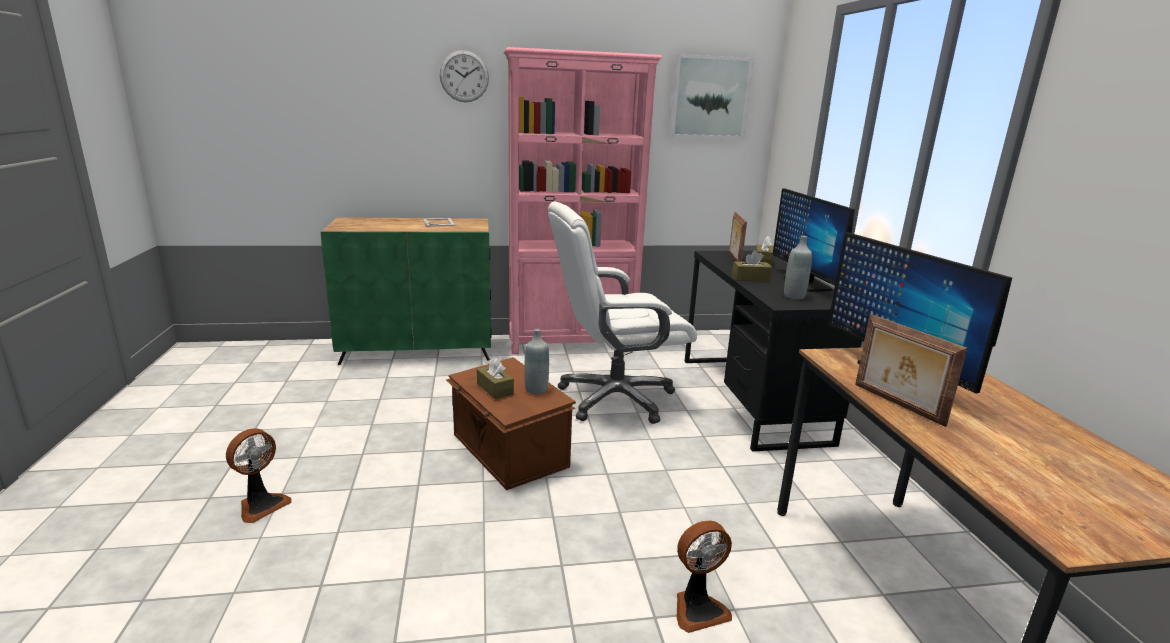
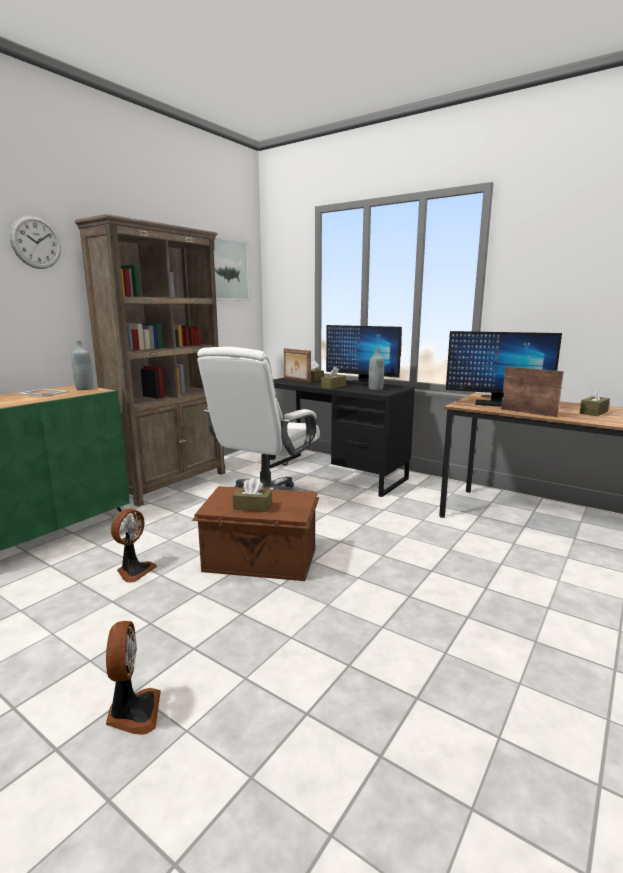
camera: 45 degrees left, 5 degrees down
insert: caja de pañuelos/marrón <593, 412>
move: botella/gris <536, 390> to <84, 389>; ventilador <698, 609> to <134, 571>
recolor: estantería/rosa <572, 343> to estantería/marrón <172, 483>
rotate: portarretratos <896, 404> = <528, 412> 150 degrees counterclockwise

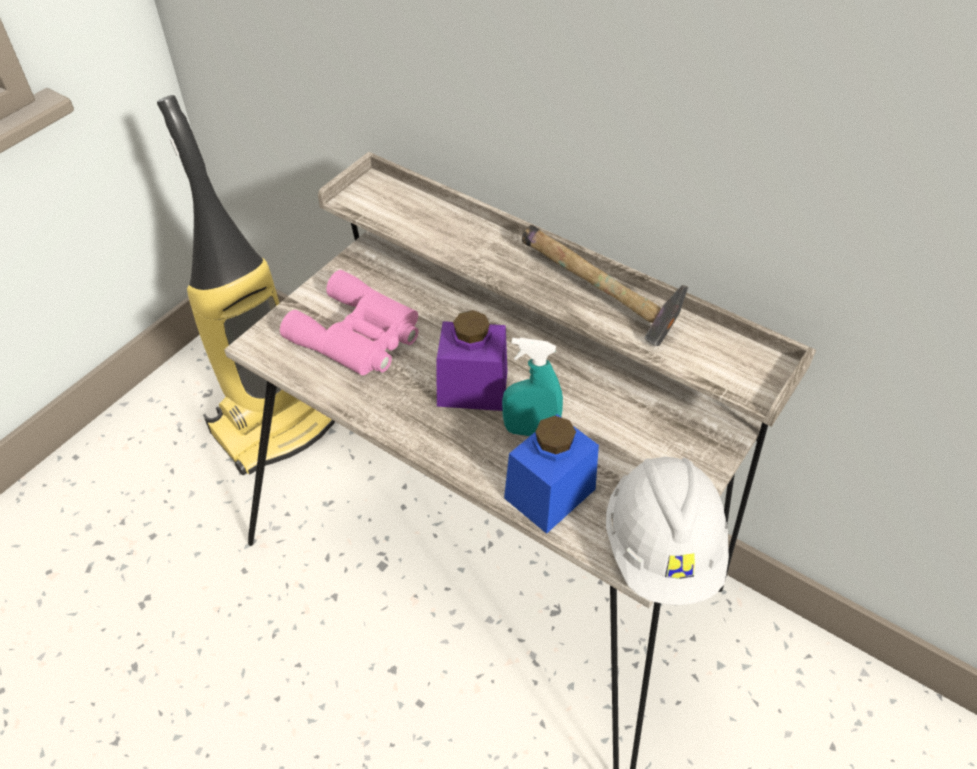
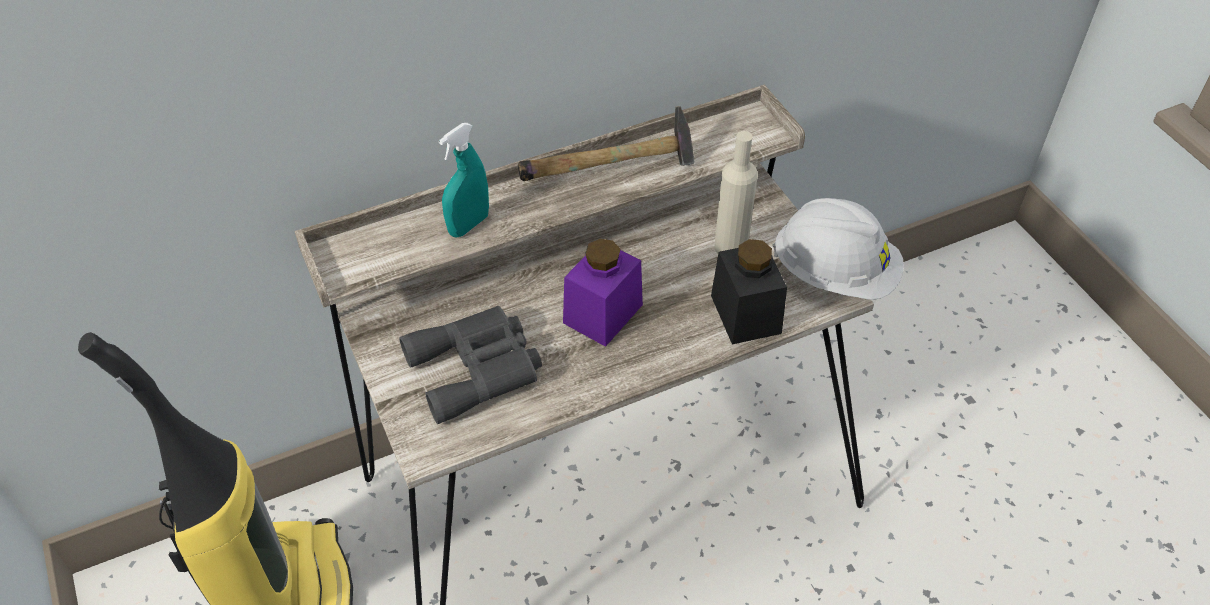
camera: 60 degrees left, 0 degrees up
insert: botella/beis <730, 246>
move: pulverizador/turquesa <530, 431> to <468, 225>
recolor: prismáticos/rosa <358, 336> to prismáticos/gris <478, 368>; tarro/azul <549, 493> to tarro/negro <745, 314>

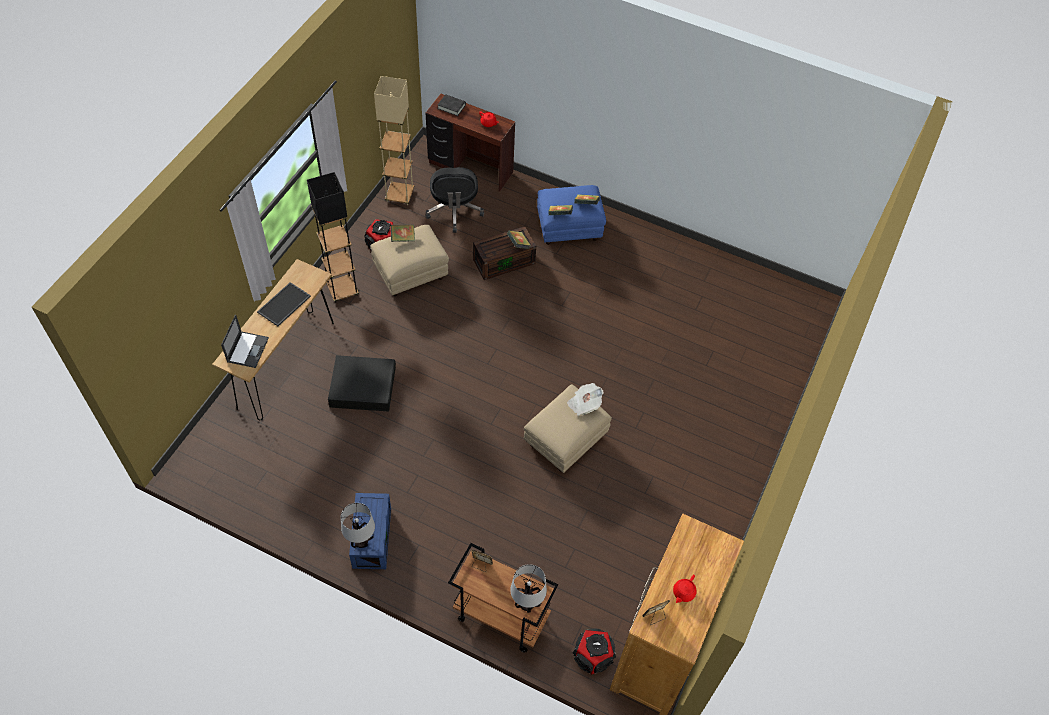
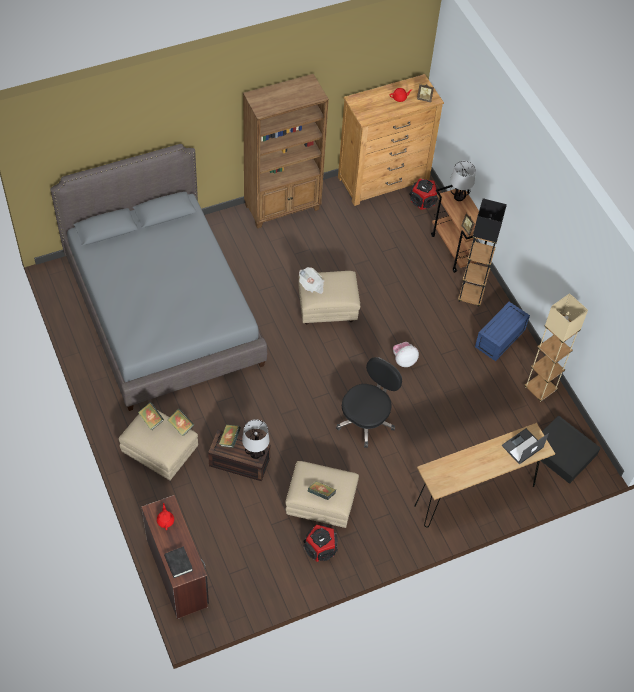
camera: 140 degrees left, 0 degrees up
delete: bandeja <284, 305>
insert: cama/gris <163, 311>; estantería/marrón <283, 207>; peluche <404, 360>
move: lámpara de mesa <361, 541> to <255, 454>; silla de oficina/negro <454, 211> to <366, 420>; lámpara de pie/negro <342, 290> to <470, 296>; lámpara de pie/beis <400, 195> to <540, 389>; caja de almacenaje/negro <363, 387> to <562, 452>
recolor: puf/azul <569, 228> to puf/beis <159, 453>

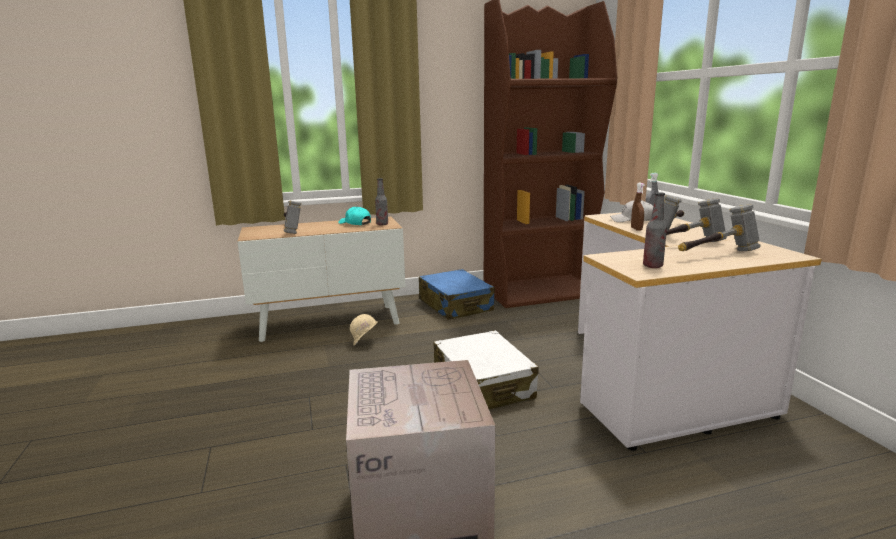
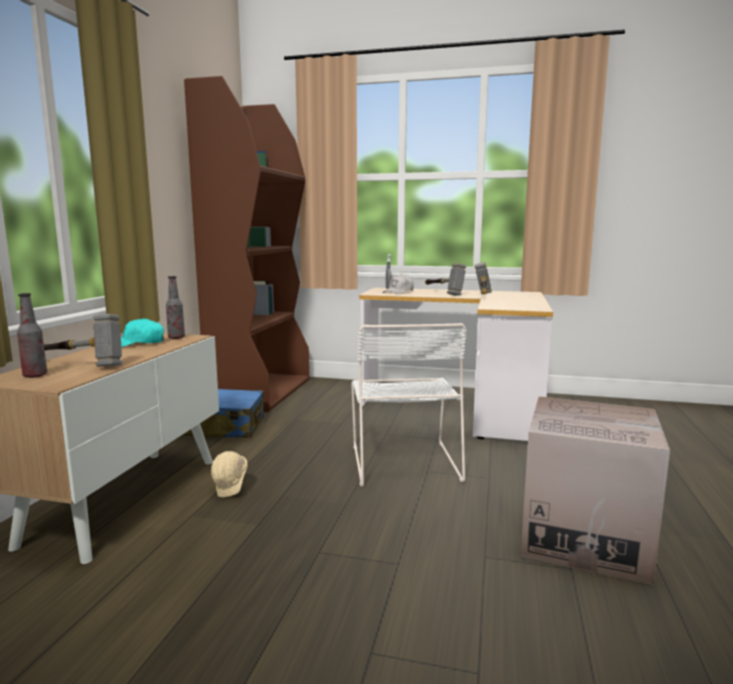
camera: 60 degrees left, 5 degrees down
delete: pulverizador/marrón <636, 229>; martillo <717, 254>
move: botella <652, 266> to <35, 375>
replace: maleta/blanco <483, 385> to silla/blanco <404, 461>

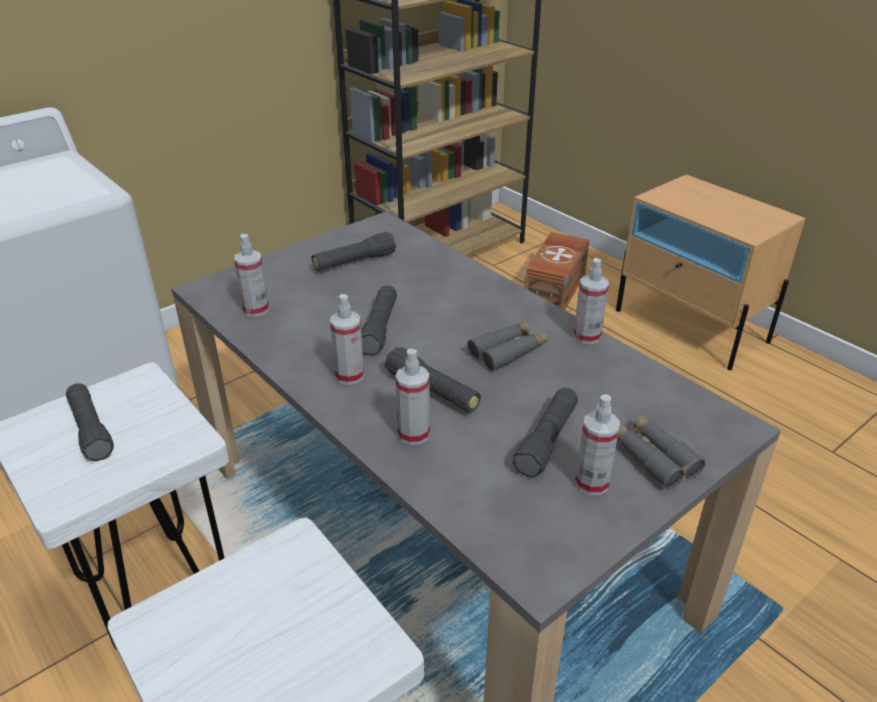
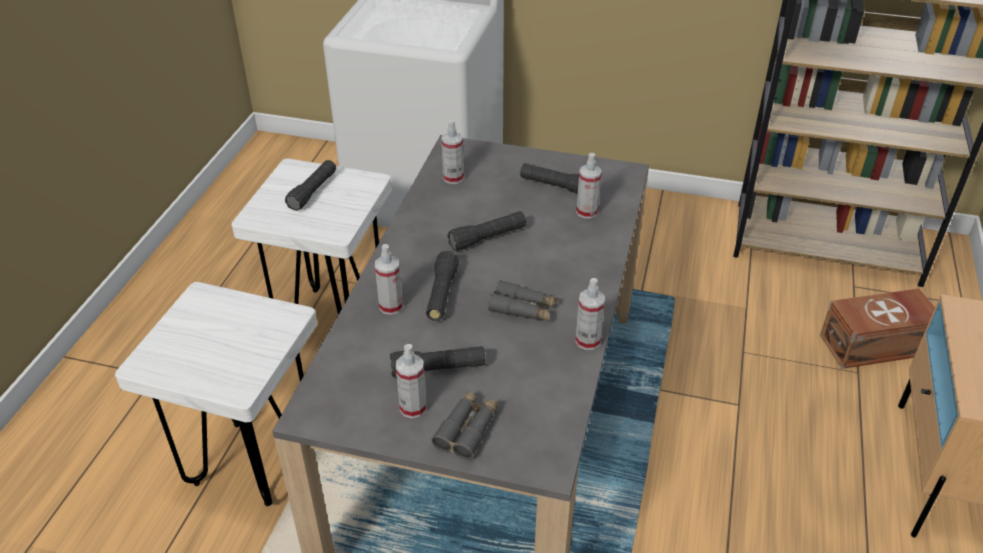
camera: 55 degrees right, 5 degrees up
move: pulverizador <349, 375> to <587, 212>

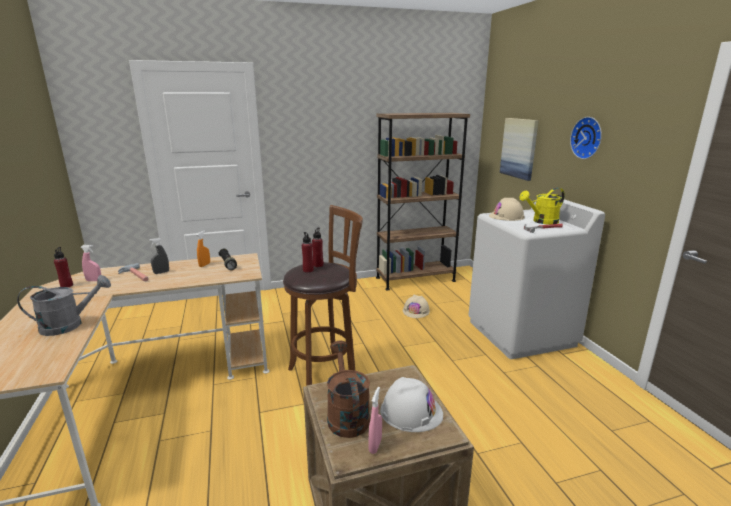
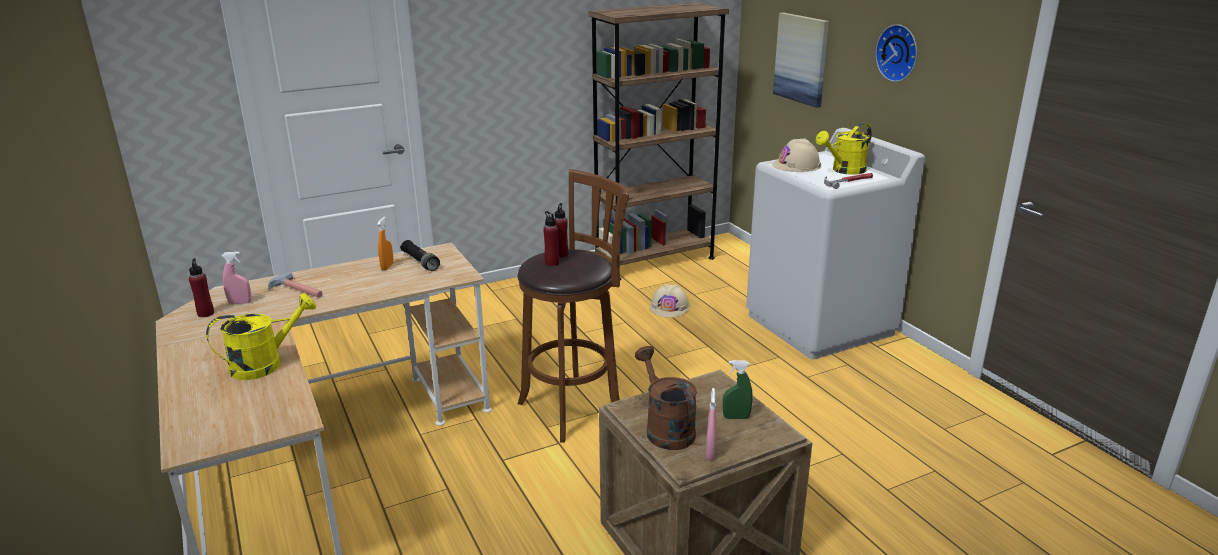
camera: 10 degrees left, 5 degrees up
delete: pulverizador/gris <161, 272>
replace: casco/blanco <411, 411> to pulverizador/verde <736, 417>
recolor: regadera/gris <69, 325> to regadera/amarillo <265, 364>

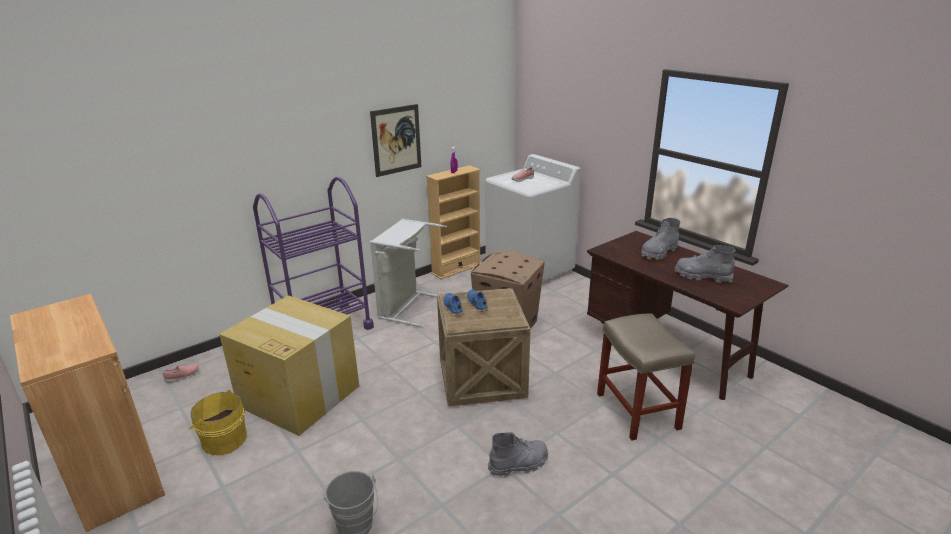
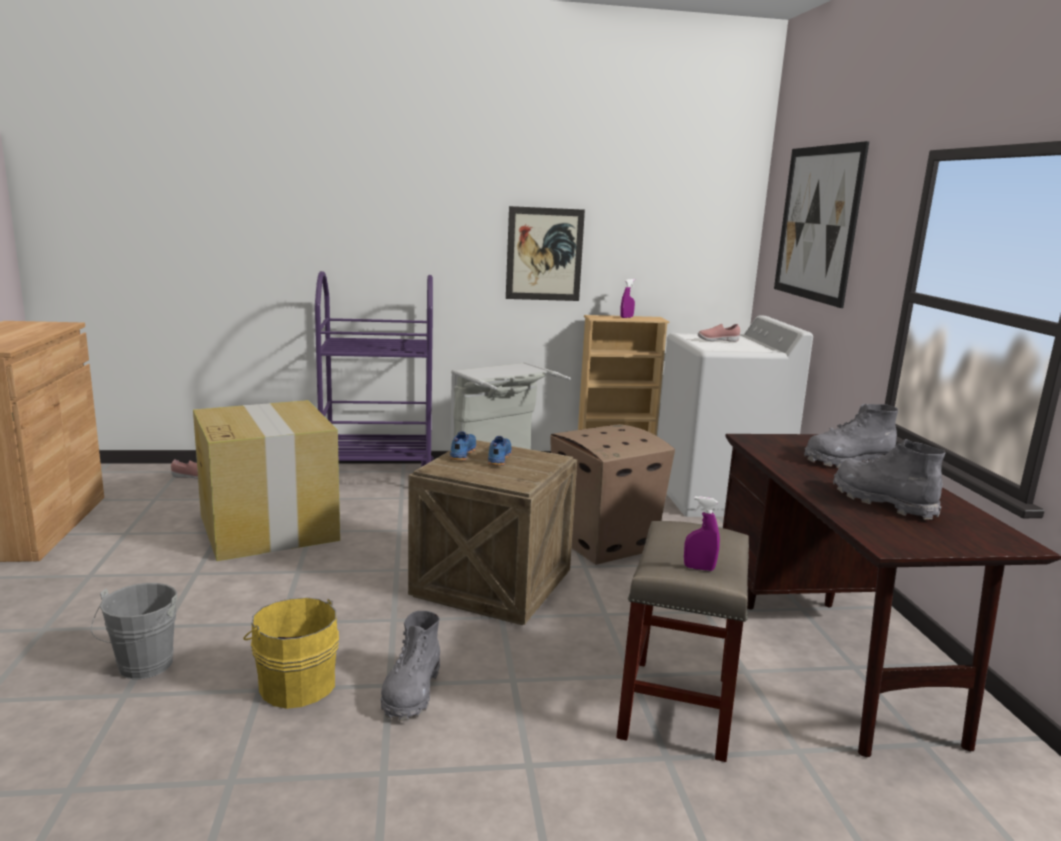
camera: 30 degrees right, 10 degrees down
insert: pulverizador/morado <699, 568>; cuadro <817, 223>
move: cubo/amarillo <223, 440> to <296, 683>
rotate: bota/gris <519, 464> = <412, 692> 90 degrees clockwise

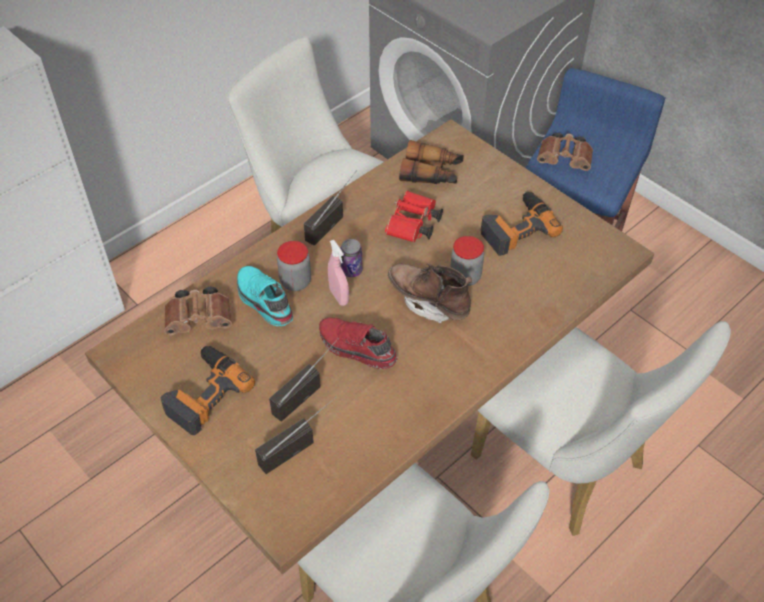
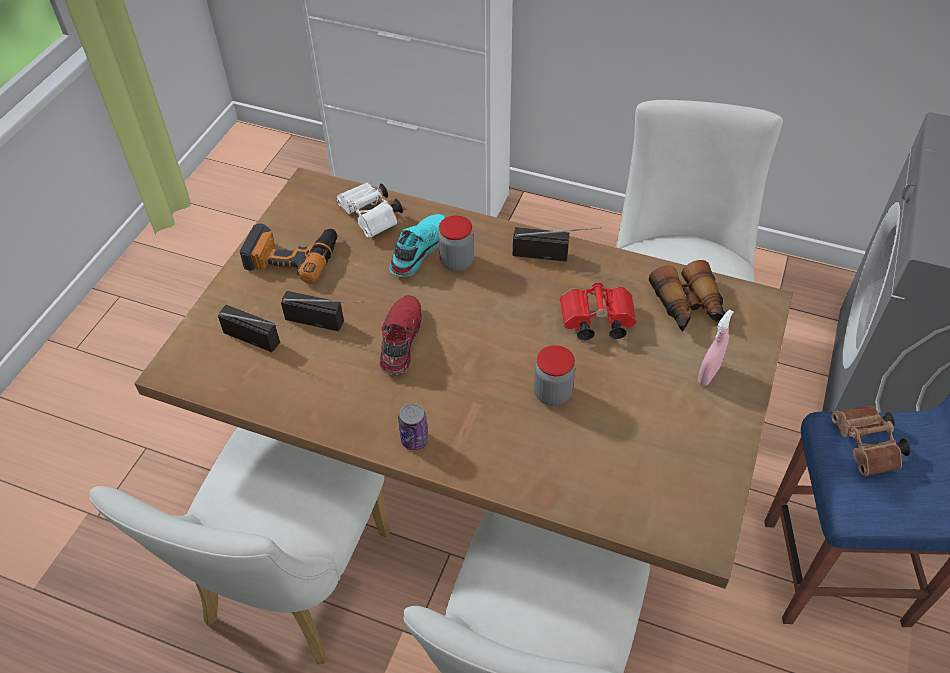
camera: 65 degrees right, 0 degrees up
delete: bota/marrón <428, 301>; taladro <516, 227>
move: lata <351, 270> to <414, 440>; pulverizador/rosa <339, 296> to <708, 375>
recolor: prismáticos/marrón <201, 319> to prismáticos/blanco <372, 218>

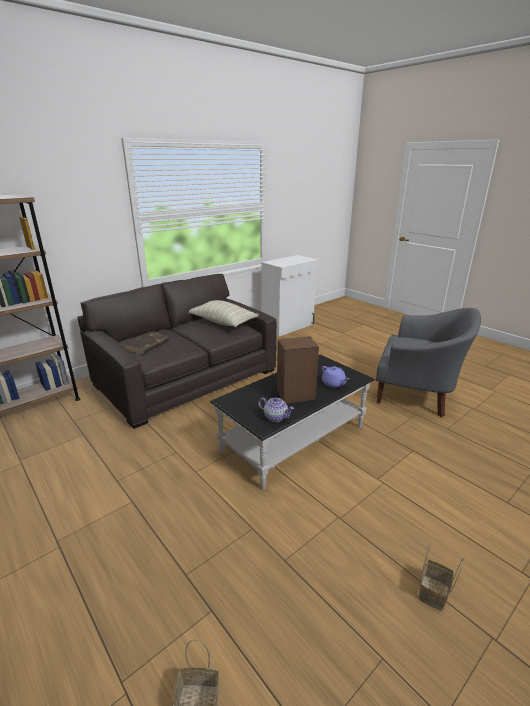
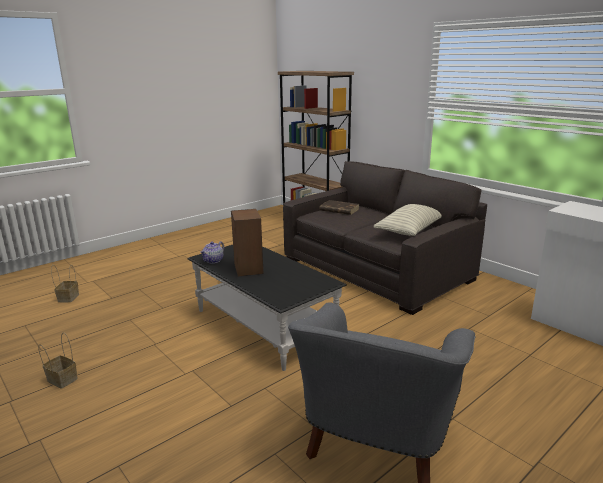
camera: 90 degrees right, 5 degrees down
delete: tetera/morado <334, 383>

